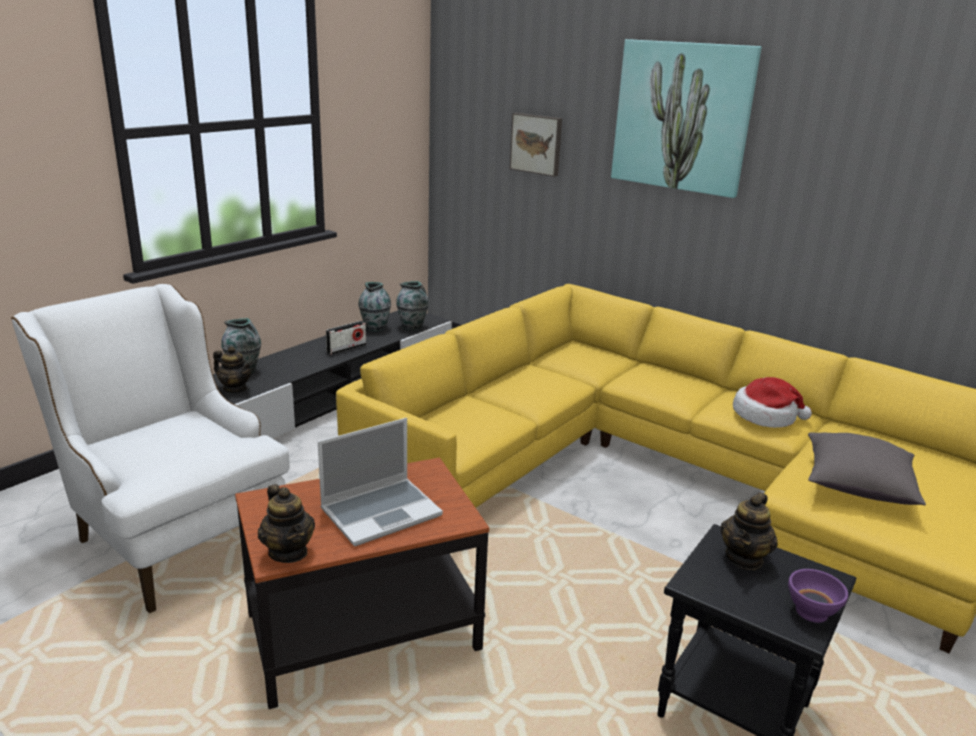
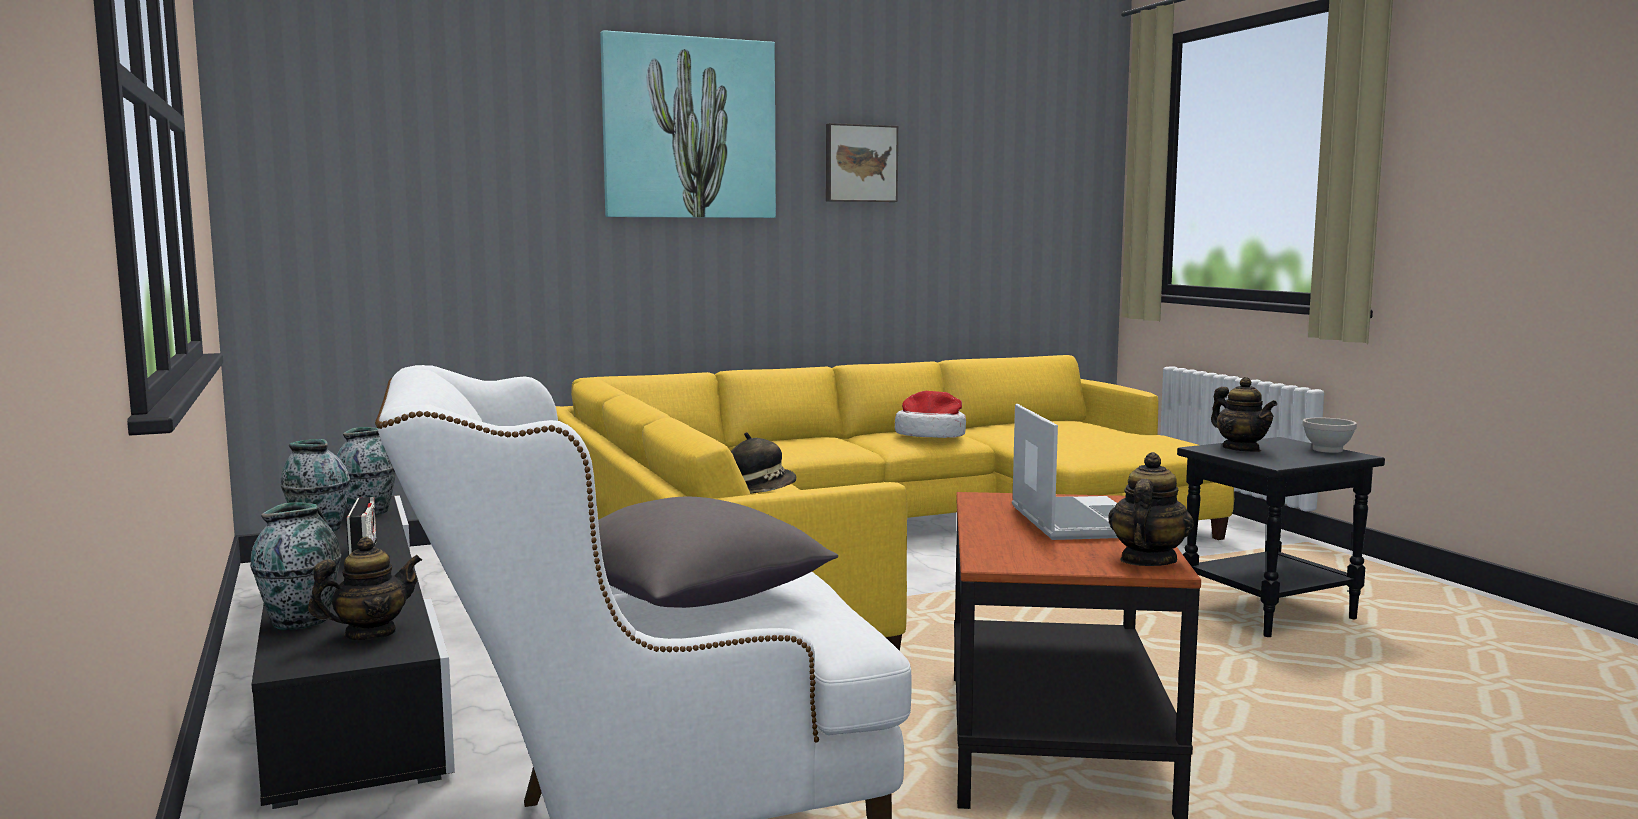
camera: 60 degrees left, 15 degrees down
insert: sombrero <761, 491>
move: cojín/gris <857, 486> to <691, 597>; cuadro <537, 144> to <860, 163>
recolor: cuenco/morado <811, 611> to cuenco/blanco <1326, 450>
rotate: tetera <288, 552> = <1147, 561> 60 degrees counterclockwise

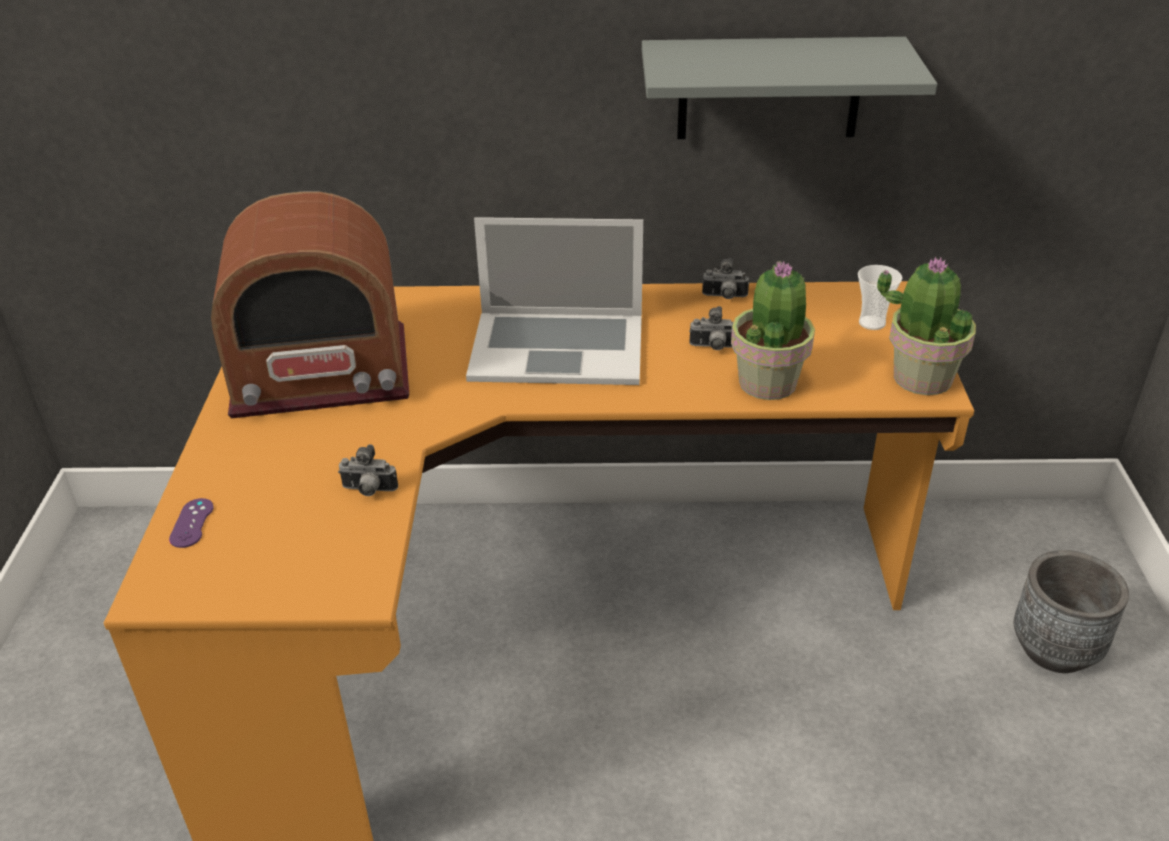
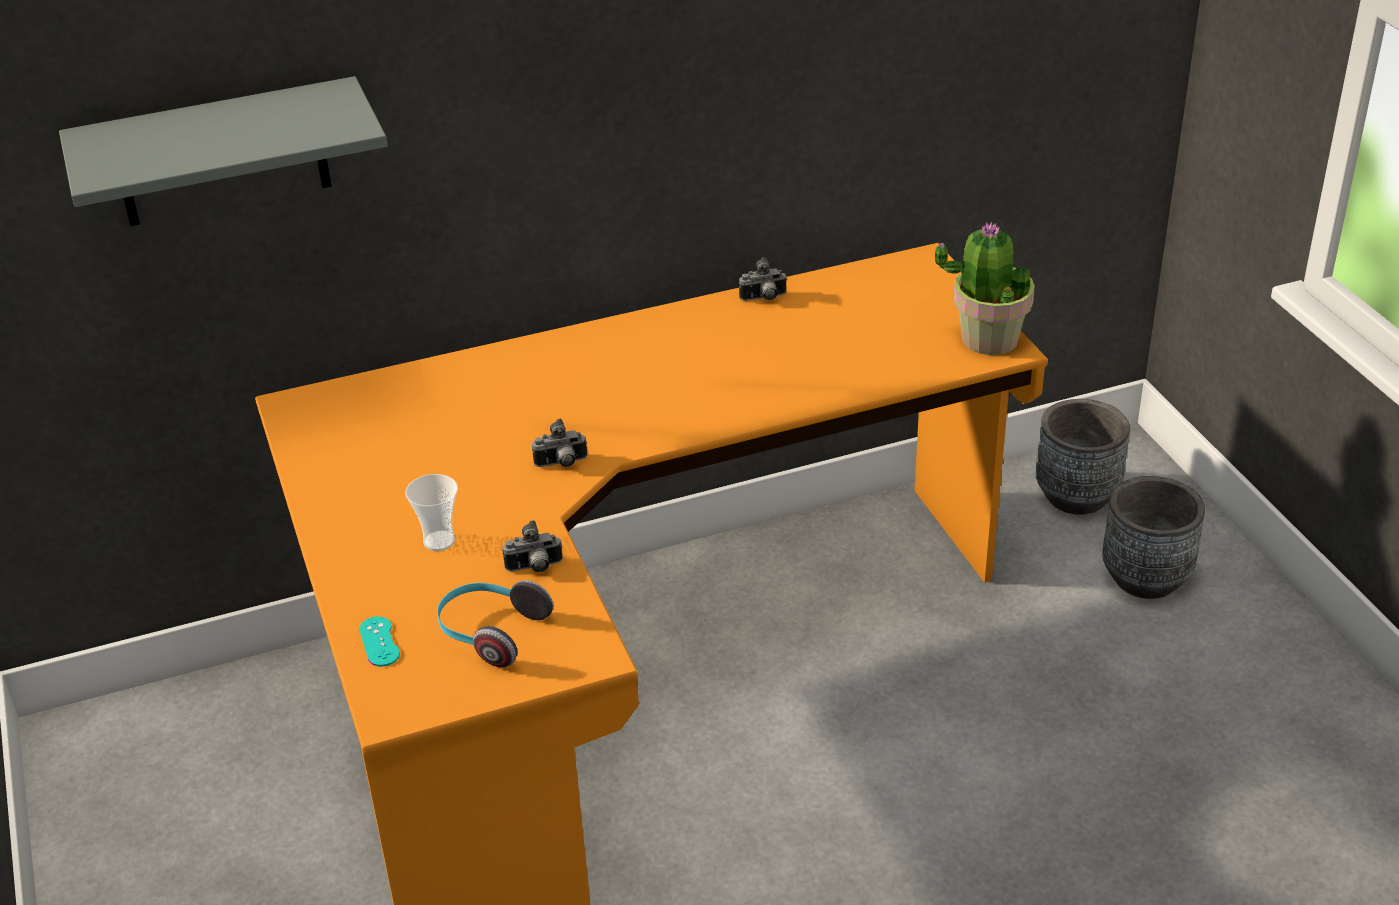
camera: 20 degrees left, 0 degrees up
delete: radio <321, 372>; portátil <557, 347>; planta en maceta <768, 382>
insert: auriculares <490, 633>; maceta/gris <1076, 496>
move: estante/gris <769, 88> to <221, 154>; taza <872, 323> to <439, 541>; cámara <713, 347> to <561, 464>
recolor: mando de consola/morado <192, 523> to mando de consola/turquesa <379, 642>

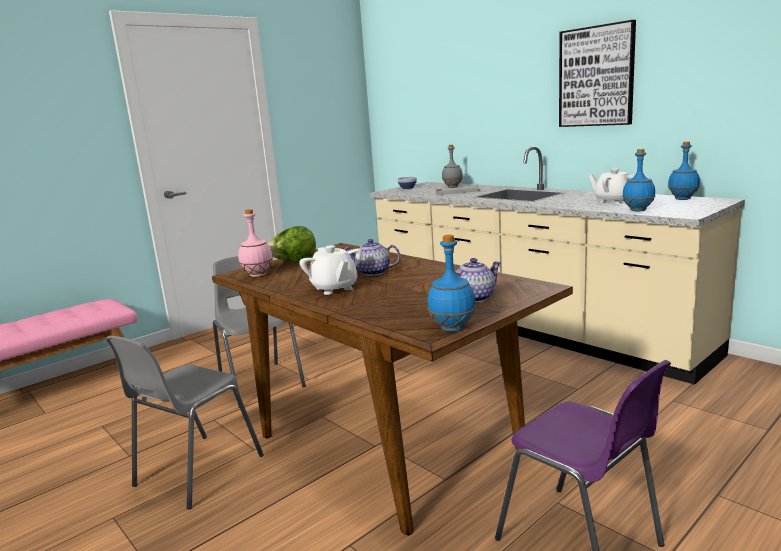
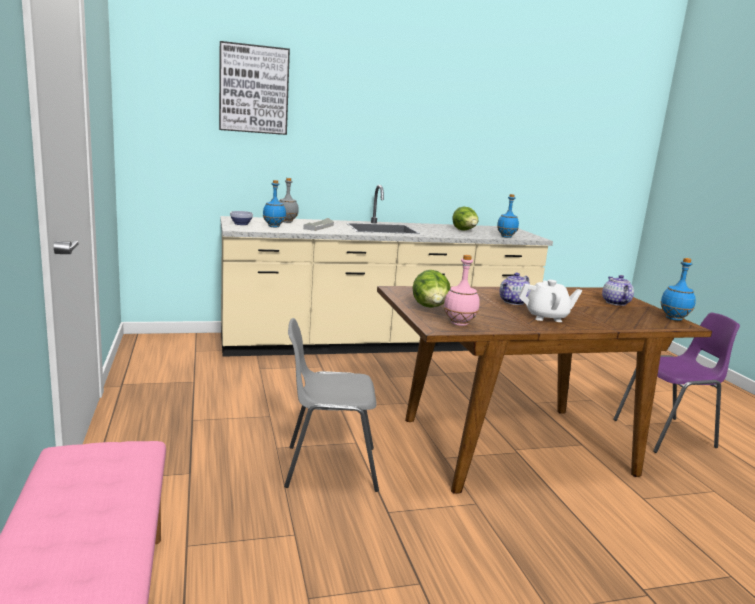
camera: 65 degrees left, 0 degrees up
delete: silla/gris <195, 472>
move: cuadro <596, 76> to <254, 89>; botella/azul <683, 199> to <274, 227>
replace: tetera/blanco <613, 201> to lechuga <465, 231>

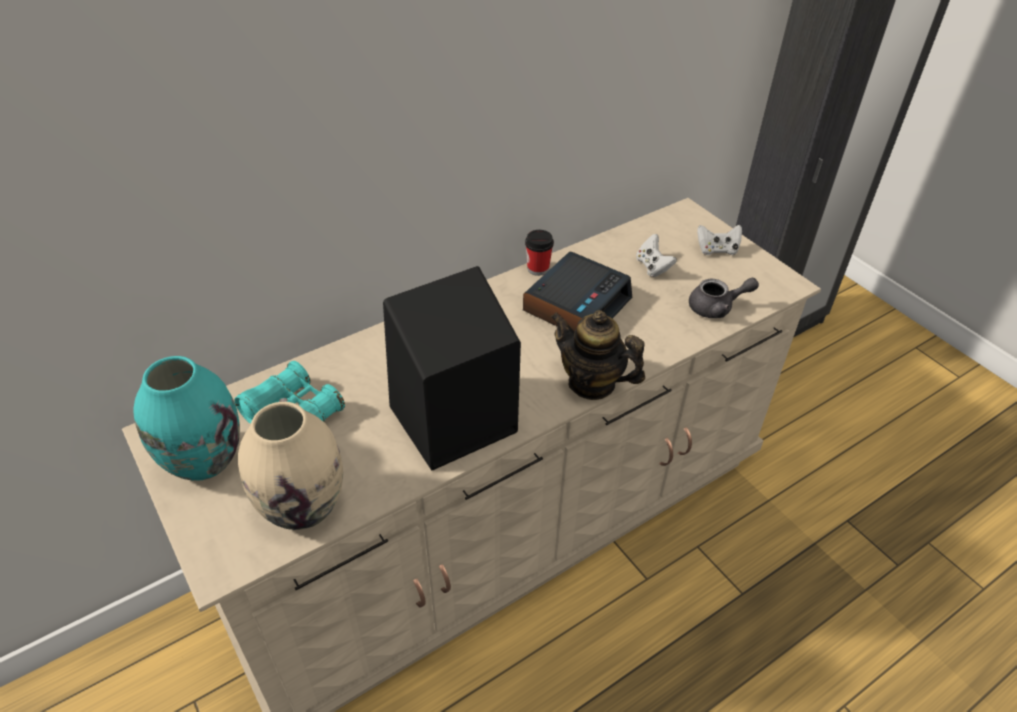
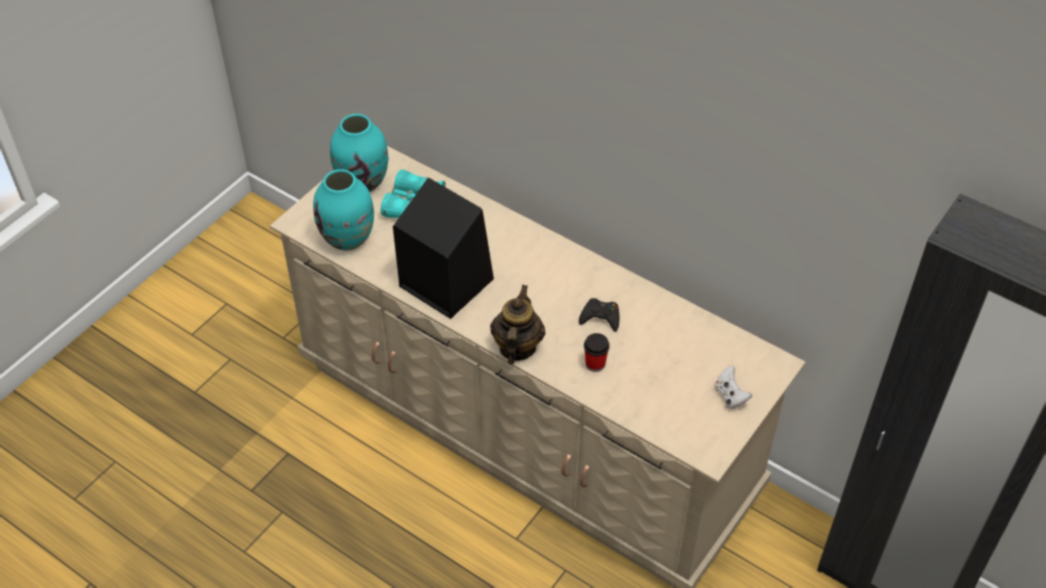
camera: 70 degrees right, 5 degrees up
delete: mando de consola/blanco <652, 267>; tetera/gris <717, 308>
move: taza <538, 269> to <595, 364>
replace: despertador <577, 304> to mando de consola/negro <600, 317>
recolor: florero/beis <303, 506> to florero/turquesa <348, 239>

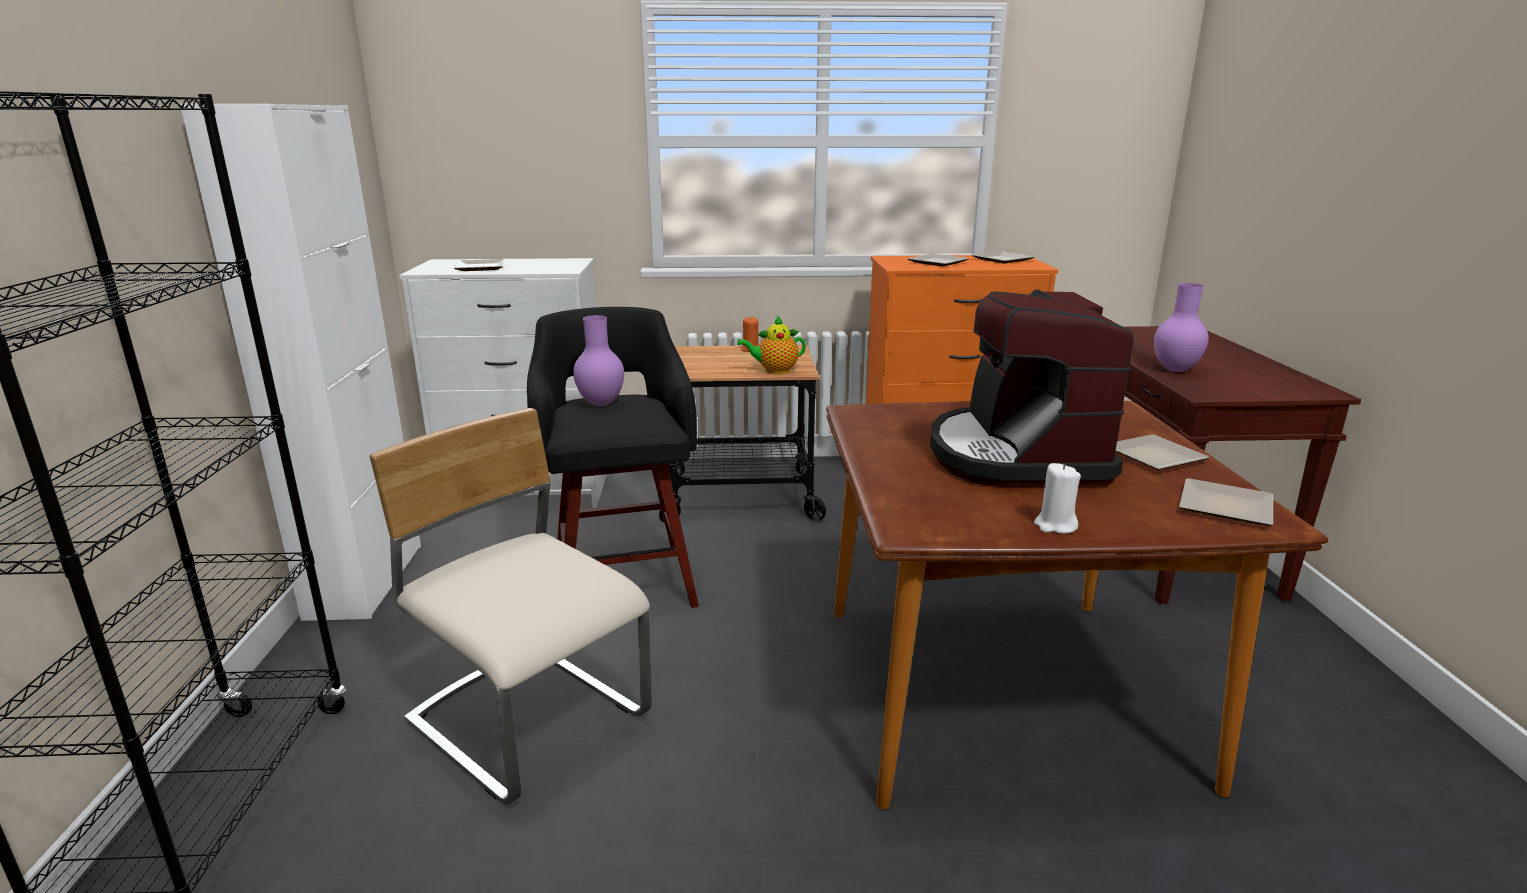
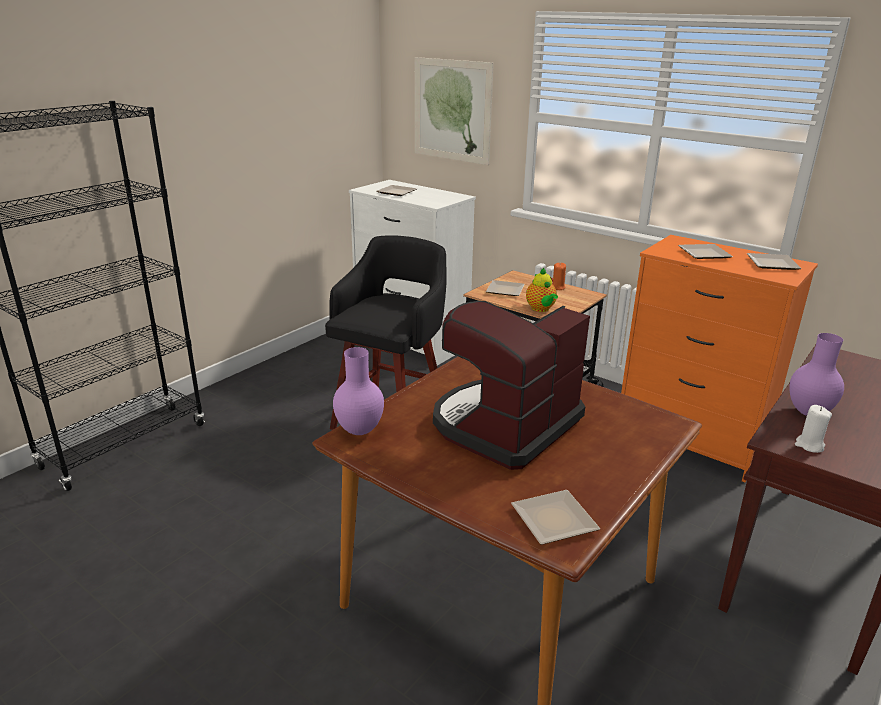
camera: 40 degrees right, 5 degrees up
delete: armario/blanco <365, 580>; silla/beis <530, 721>
insert: cuadro <452, 110>
move: florero/morado <600, 404> to <358, 431>; plato <1158, 457> to <506, 291>; vela/blanco <1055, 526> to <809, 445>
rotate: tetera <774, 371> = <541, 309> 135 degrees counterclockwise

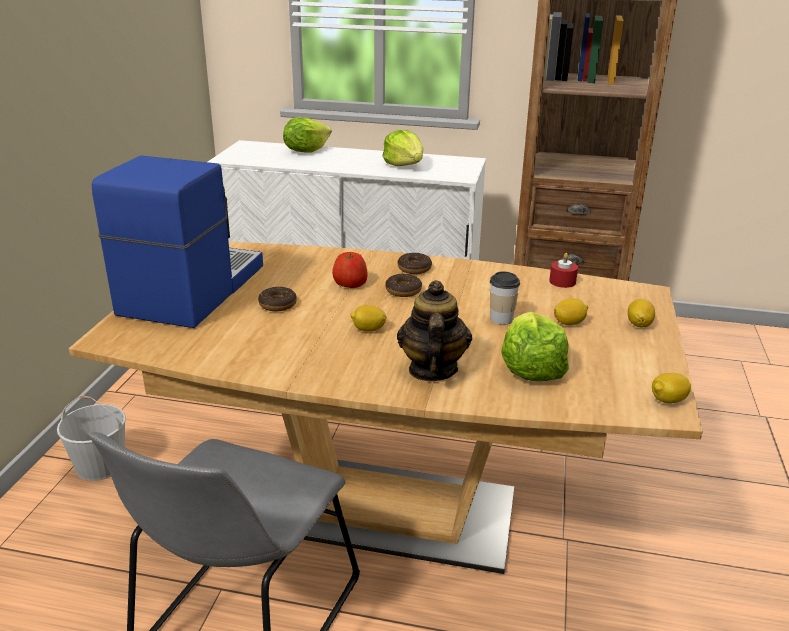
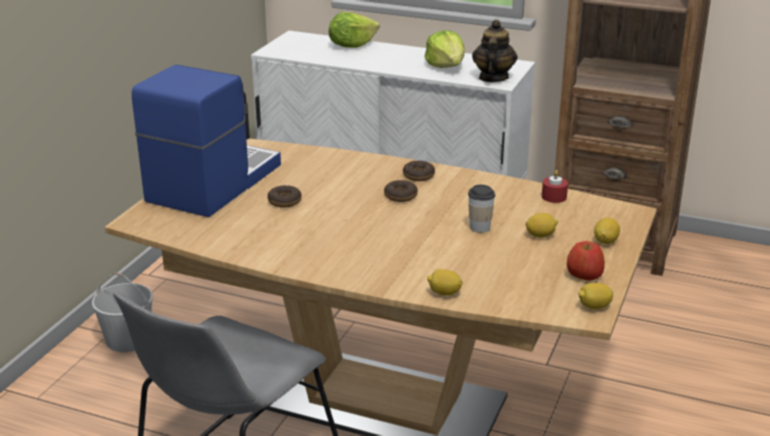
camera: 10 degrees right, 0 degrees up
delete: lechuga <531, 367>
move: limón <368, 330> to <444, 293>; tetera <432, 369> to <493, 78>; manzana <350, 284> to <584, 275>

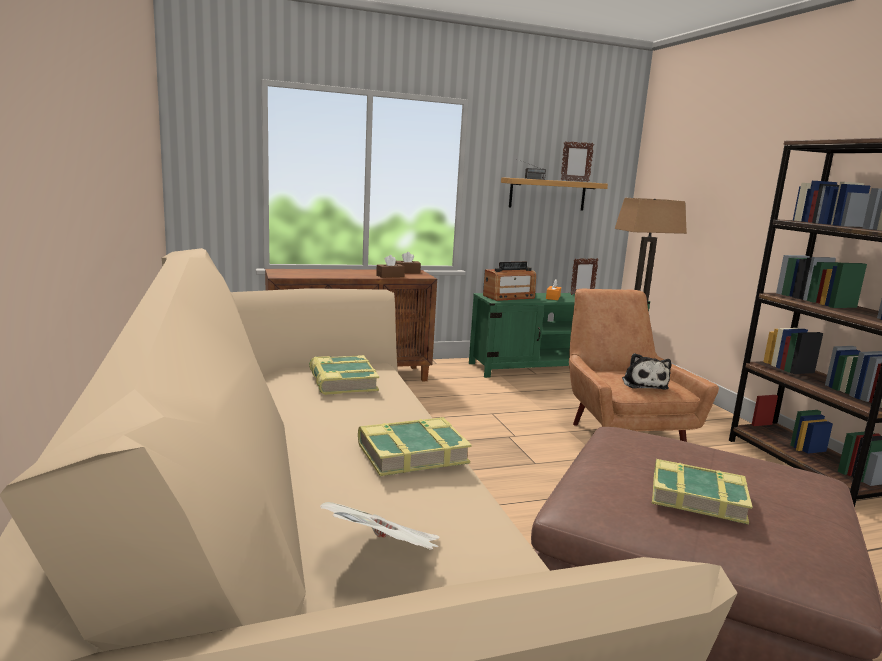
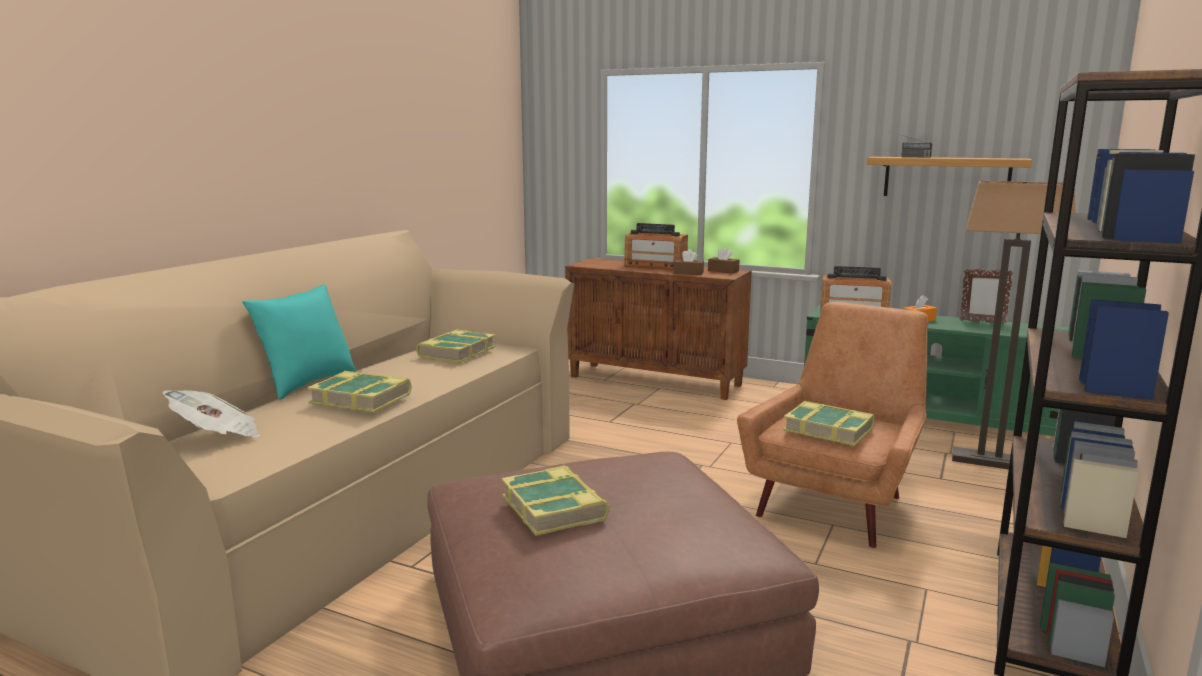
camera: 45 degrees right, 0 degrees up
delete: portarretratos <574, 181>
insert: cojín/turquesa <307, 384>; radio <655, 266>
replace: peluche <643, 384> to libro <828, 430>

